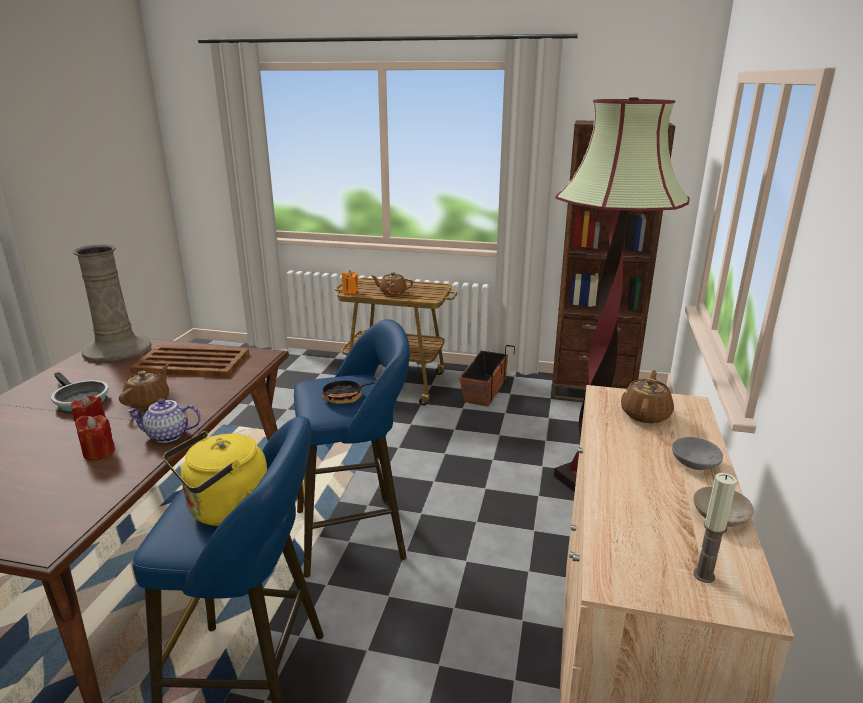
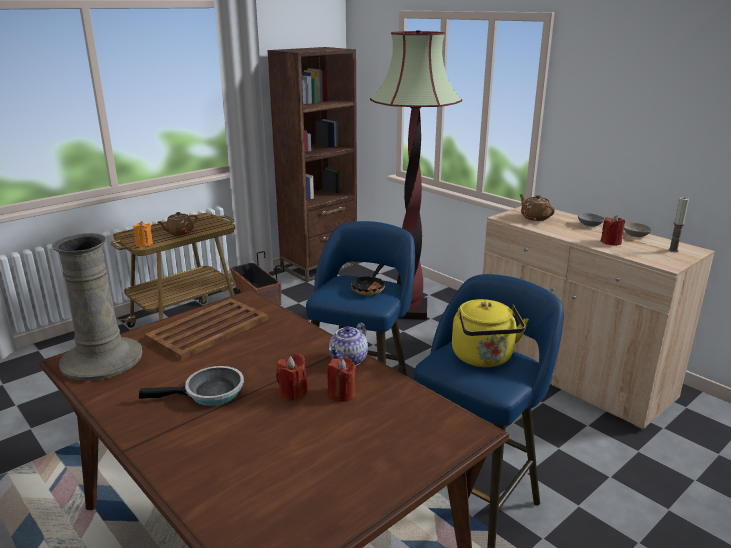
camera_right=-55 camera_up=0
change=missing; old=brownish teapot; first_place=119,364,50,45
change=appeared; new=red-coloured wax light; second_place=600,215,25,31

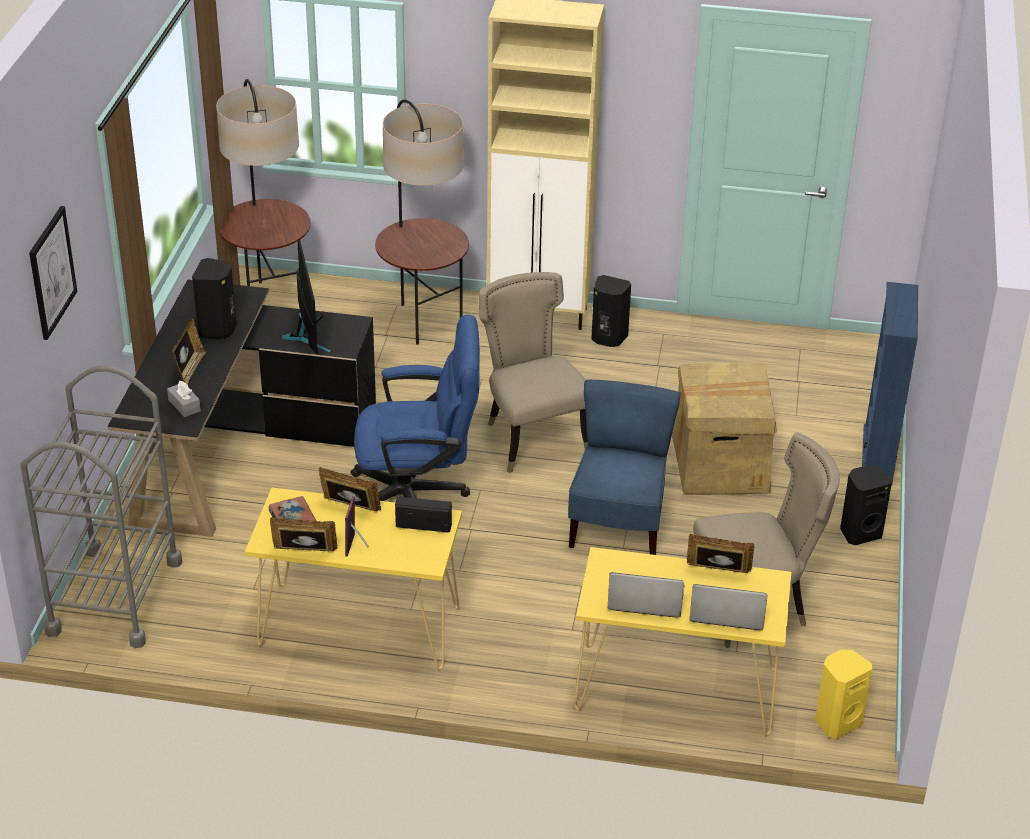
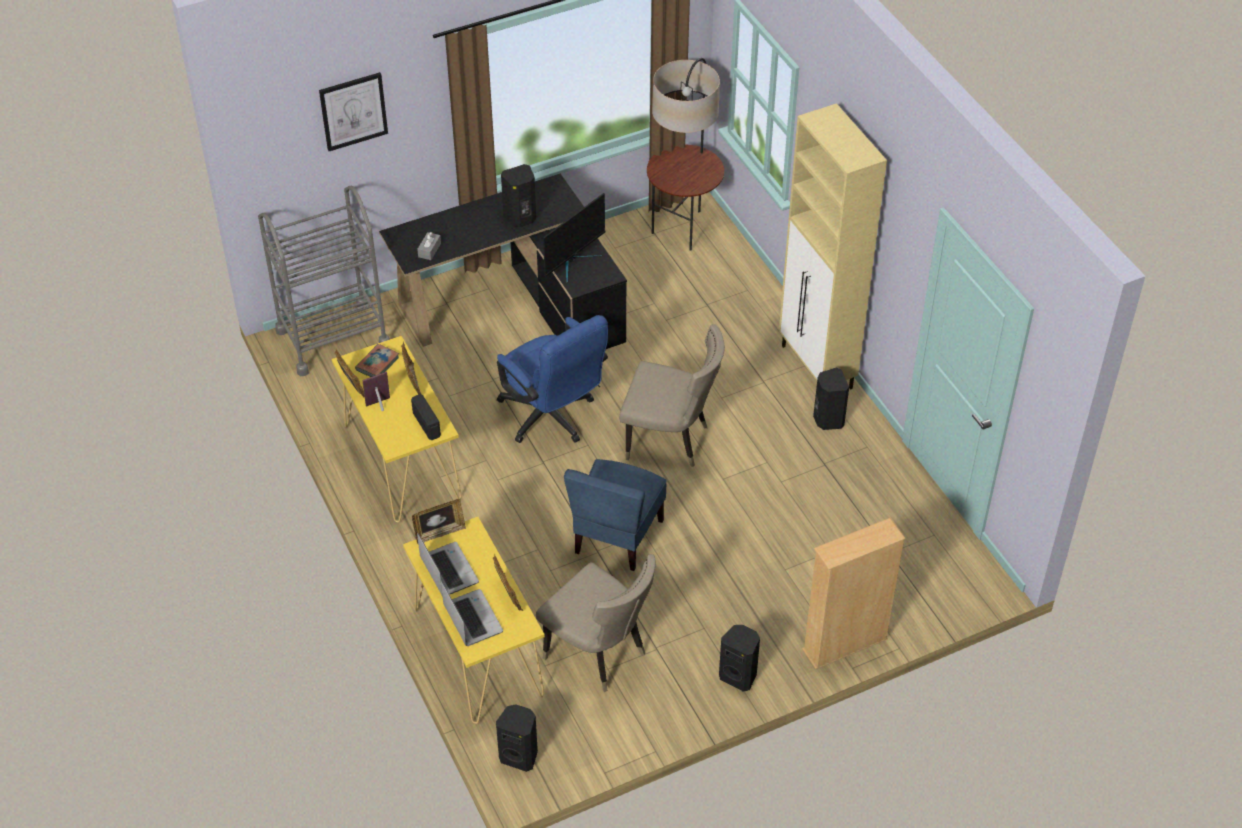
camera_right=55 camera_up=10
change=missing; old=standard lamp; first_place=375,99,94,246
change=spun; old=sand-coloured chair; first_place=479,272,109,201; second_place=619,324,106,143; degrees=75
change=colour; old=blue bookshelf; new=sand-coloured bookshelf; first_place=862,282,56,200; second_place=802,518,104,151
change=relocated; old=photo frame; first_place=172,318,34,66; second_place=412,499,54,45
change=missing; old=carton; first_place=672,362,105,133
change=spun; old=blue chair; first_place=568,380,113,175; second_place=564,459,103,112; degrees=135
change=colour; old=yellow-coloured audio speaker; new=black-coloured audio speaker; first_place=815,650,57,89; second_place=496,704,42,68

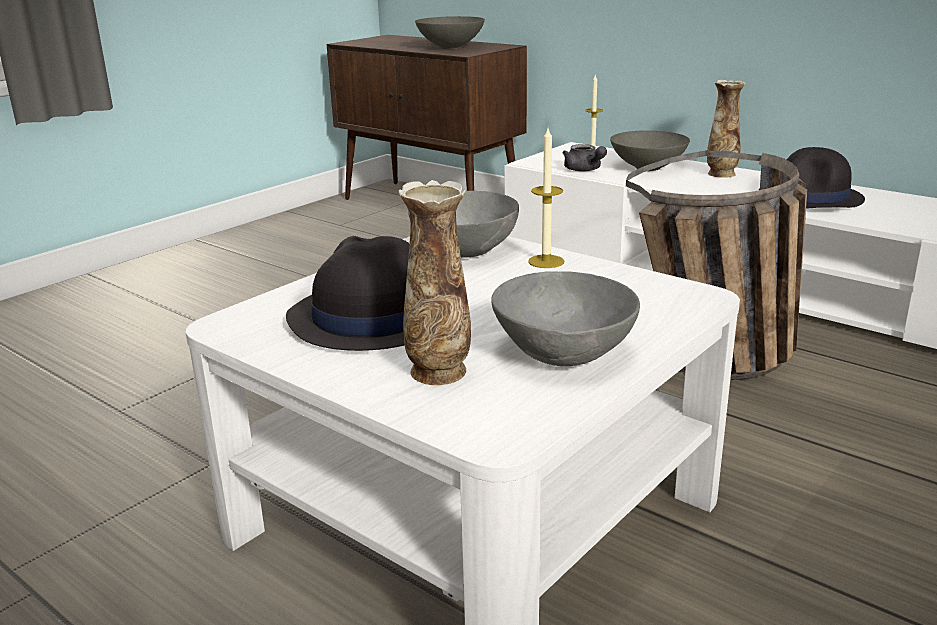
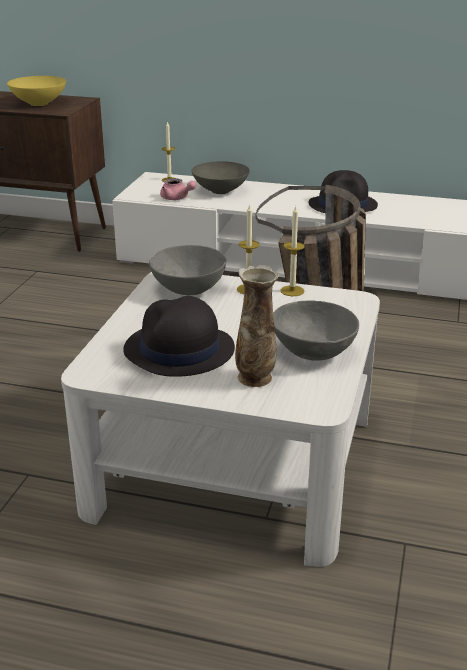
camera_right=-25 camera_up=5
change=colour; old=gray deep dish; new=yellow-coloured deep dish; first_place=415,16,70,33; second_place=7,76,59,30
change=missing; old=flower vase; first_place=707,80,38,98
change=colour; old=gray teapot; new=pink-coloured teapot; first_place=562,144,45,28; second_place=160,178,36,22
change=appeared; new=wax light; second_place=280,207,25,89

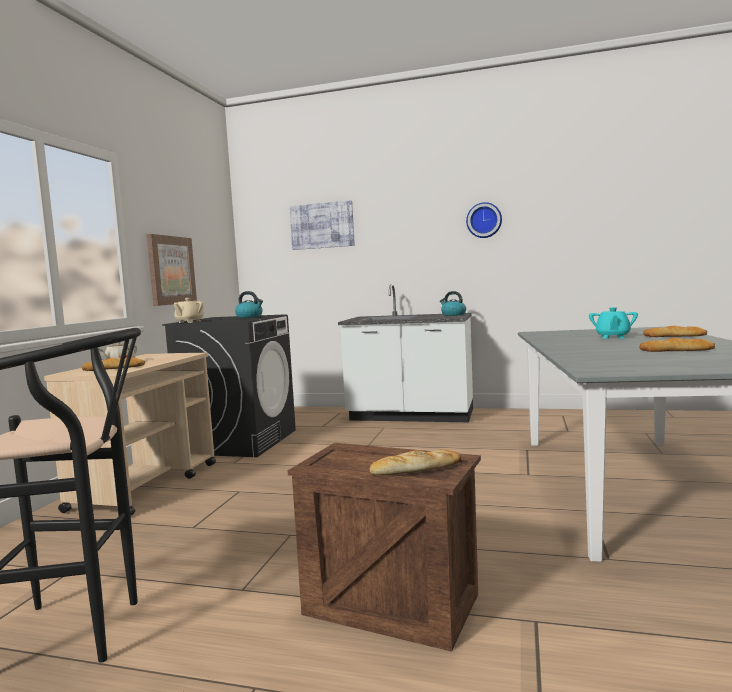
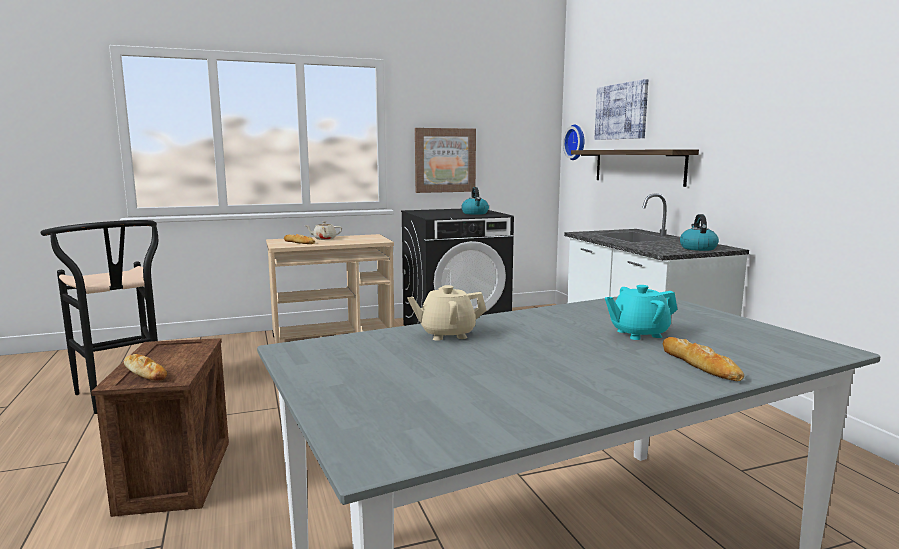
camera_right=55 camera_up=5
change=relocated; old=hanging clock; first_place=466,202,36,36; second_place=563,125,21,35
change=relocated; old=sand-coloured teapot; first_place=174,298,30,25; second_place=407,285,80,56
change=missing; old=bakery bread; first_place=639,338,76,14
change=appeared; new=shelf; second_place=571,149,128,38

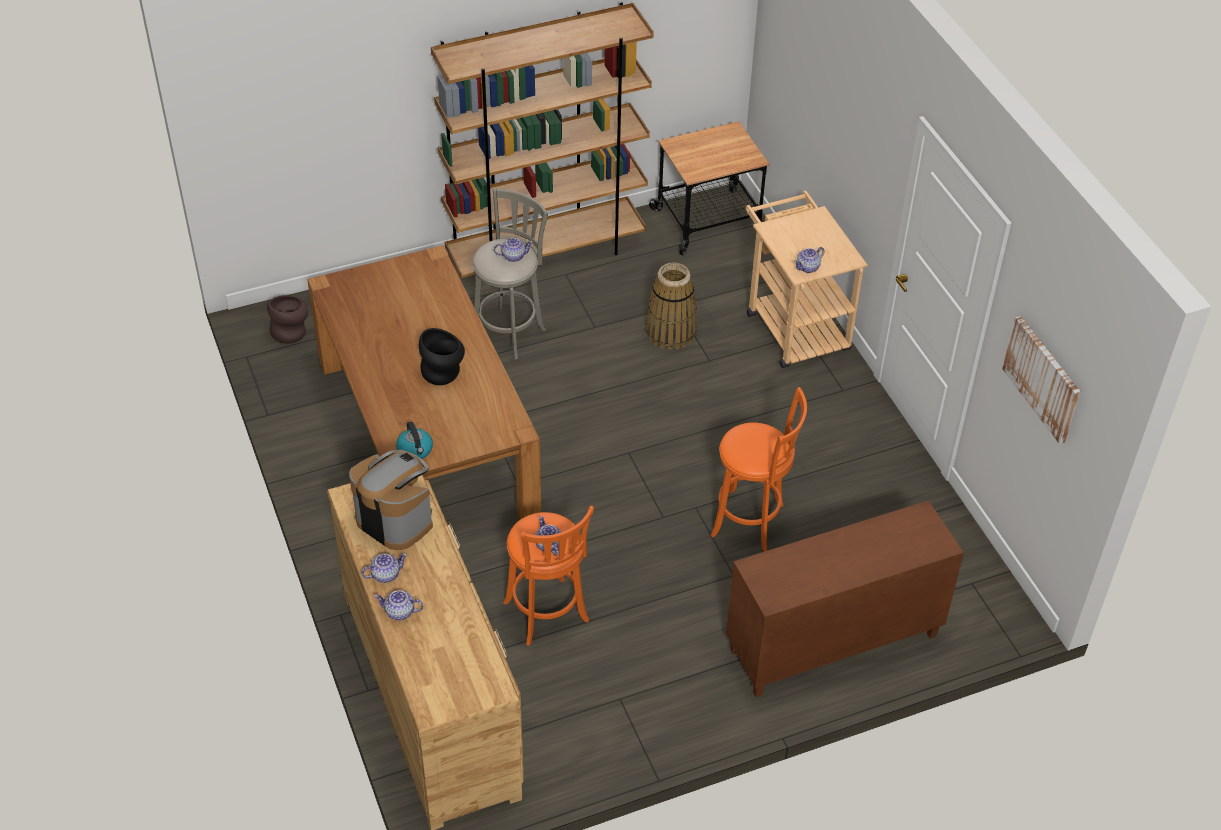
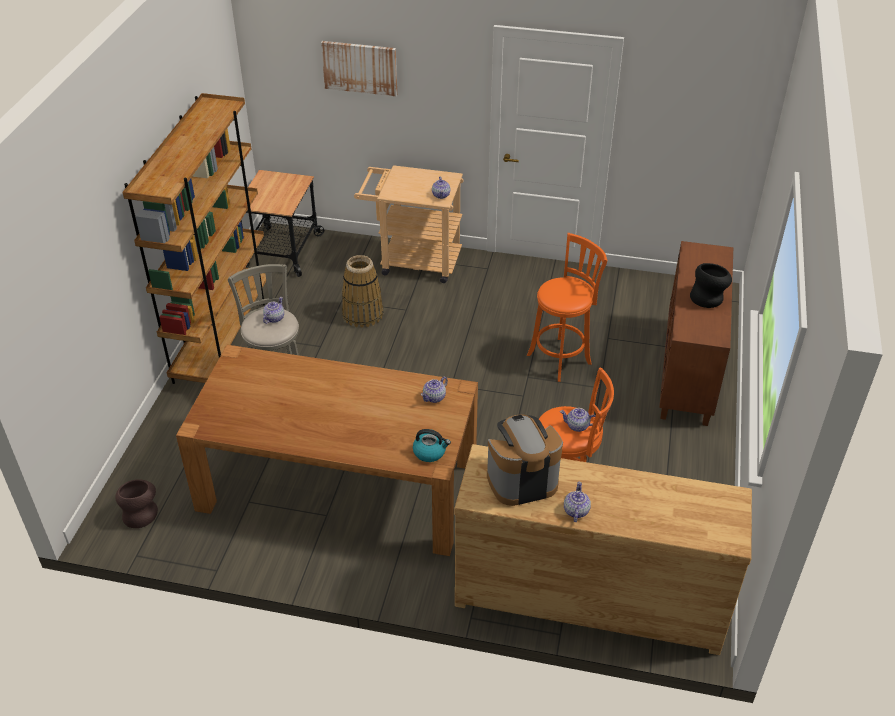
camera_right=-55 camera_up=-5
change=relocated; old=wall picture; first_place=1002,316,78,128; second_place=321,41,76,55
change=relocated; old=black-coloured flower vase; first_place=419,328,46,57; second_place=690,263,42,45
change=relocated; old=teapot; first_place=374,590,49,30; second_place=421,377,27,26

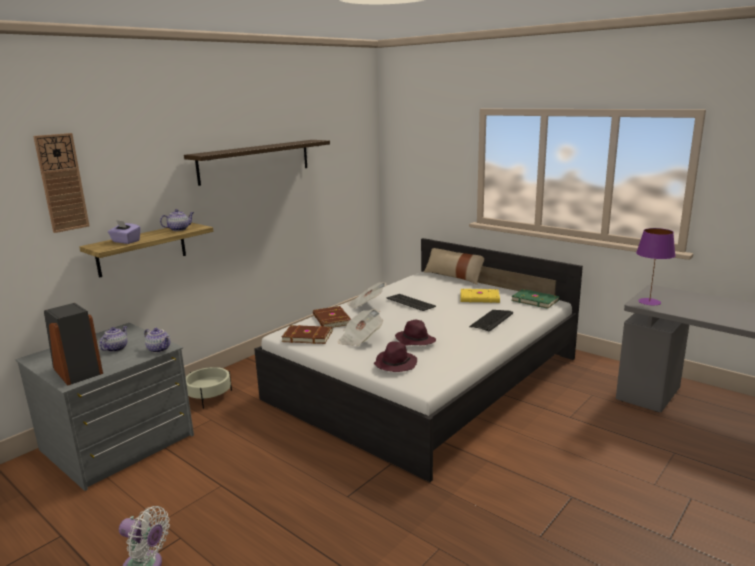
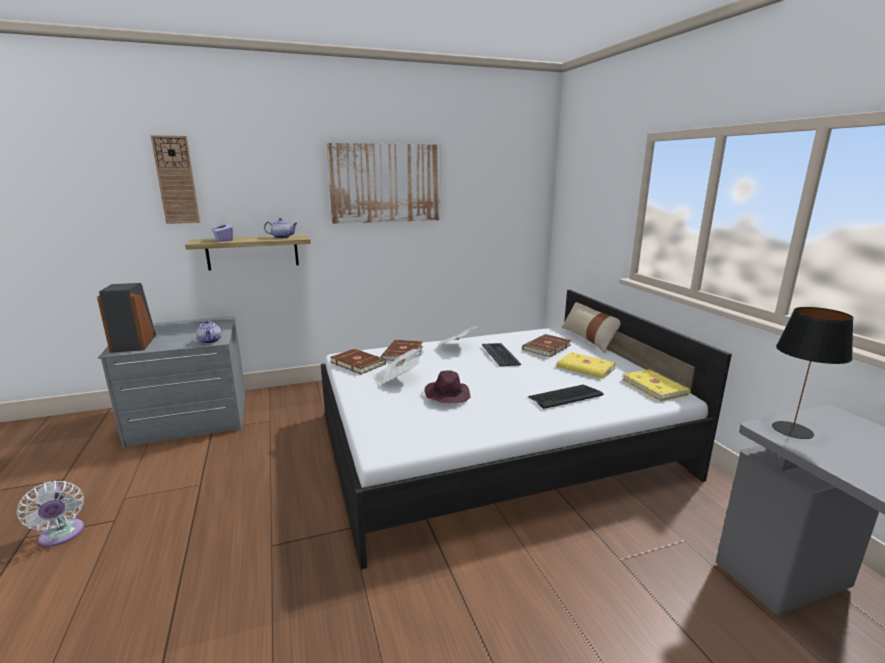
camera_right=30 camera_up=0
change=exchanged; old=shelf; new=wall picture; first_place=184,140,146,46; second_place=326,143,114,81
change=colour; old=purplish table lamp; new=black-coloured table lamp; first_place=636,228,40,77; second_place=772,307,82,132
change=colour; old=green-coloured bound book; new=yellow-coloured bound book; first_place=511,289,48,20; second_place=622,369,68,32
change=missing; old=teapot; first_place=99,326,28,26
change=missing; old=purplish wearable hat; first_place=374,341,43,31
change=missing; old=sand-coloured planter; first_place=186,367,46,42
change=appeared; new=brownish bound book; second_place=522,334,49,23

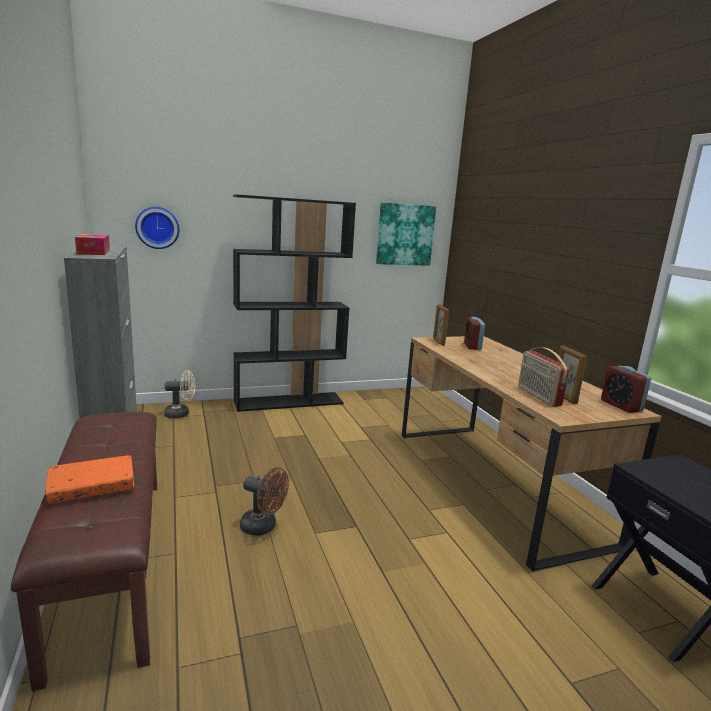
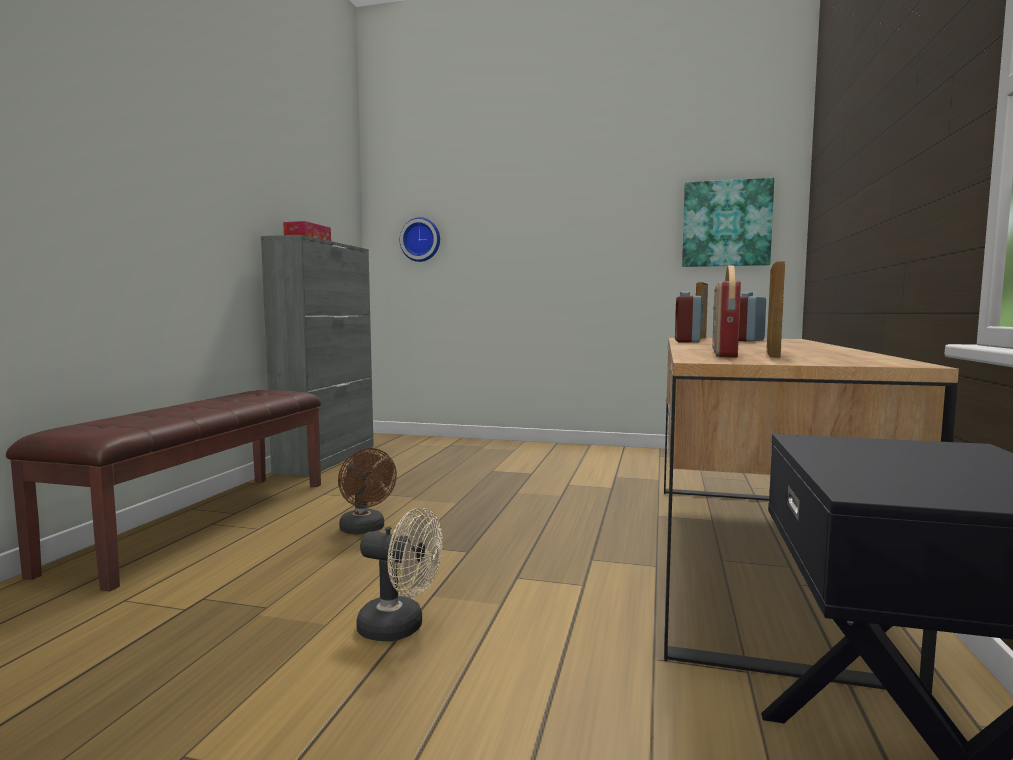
camera_right=35 camera_up=-10
change=missing; old=black-coloured bookshelf; first_place=233,195,123,217
change=relocated; old=bedside clock; first_place=601,366,50,47; second_place=675,291,27,52
change=relocated; old=sand-coloured electric fan; first_place=164,370,32,48; second_place=356,508,87,133
change=missing; old=orange-coloured bound book; first_place=45,455,89,49

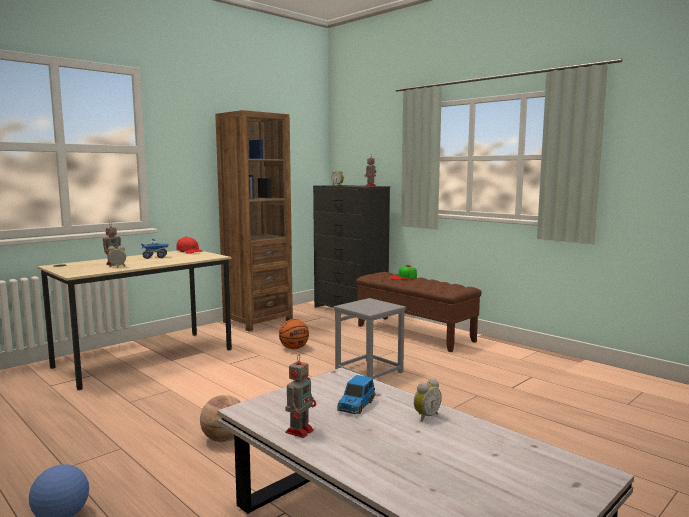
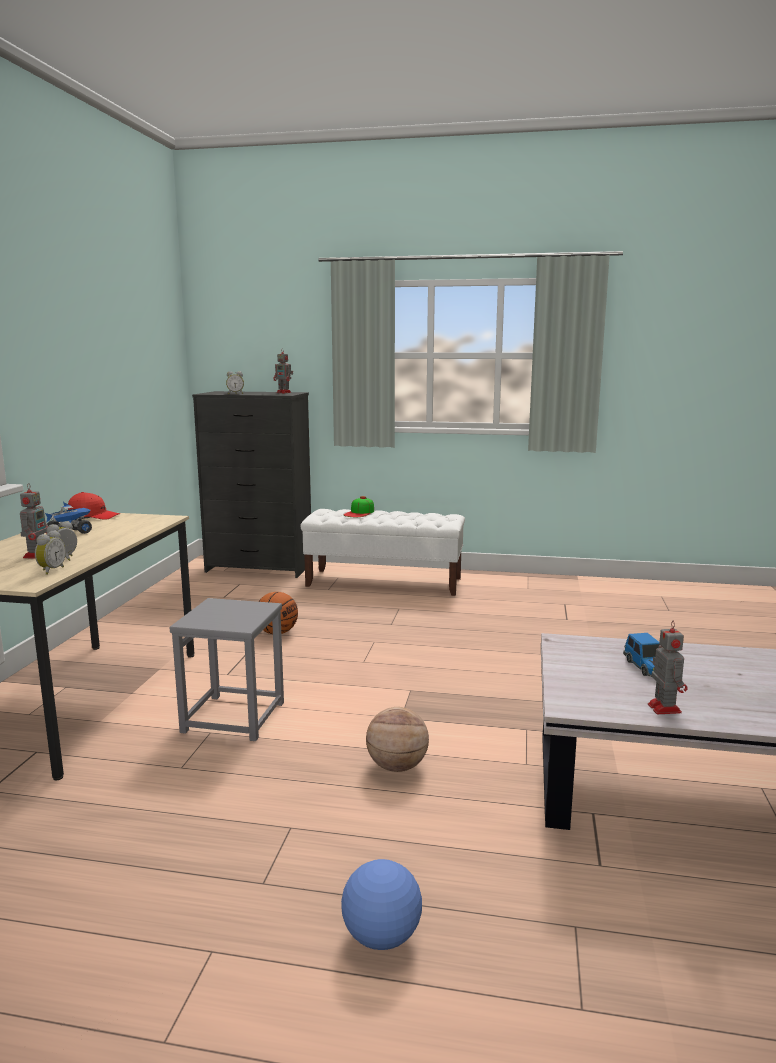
camera_right=-35 camera_up=5
change=missing; old=brownish bookshelf; first_place=215,110,78,222
change=colour; old=brownish long seat; new=whitish long seat; first_place=356,272,126,80; second_place=300,509,165,87
change=relocated; old=gray stool; first_place=334,298,72,81; second_place=169,598,115,143
change=relocated; old=bedside clock; first_place=414,379,28,43; second_place=35,530,31,45

